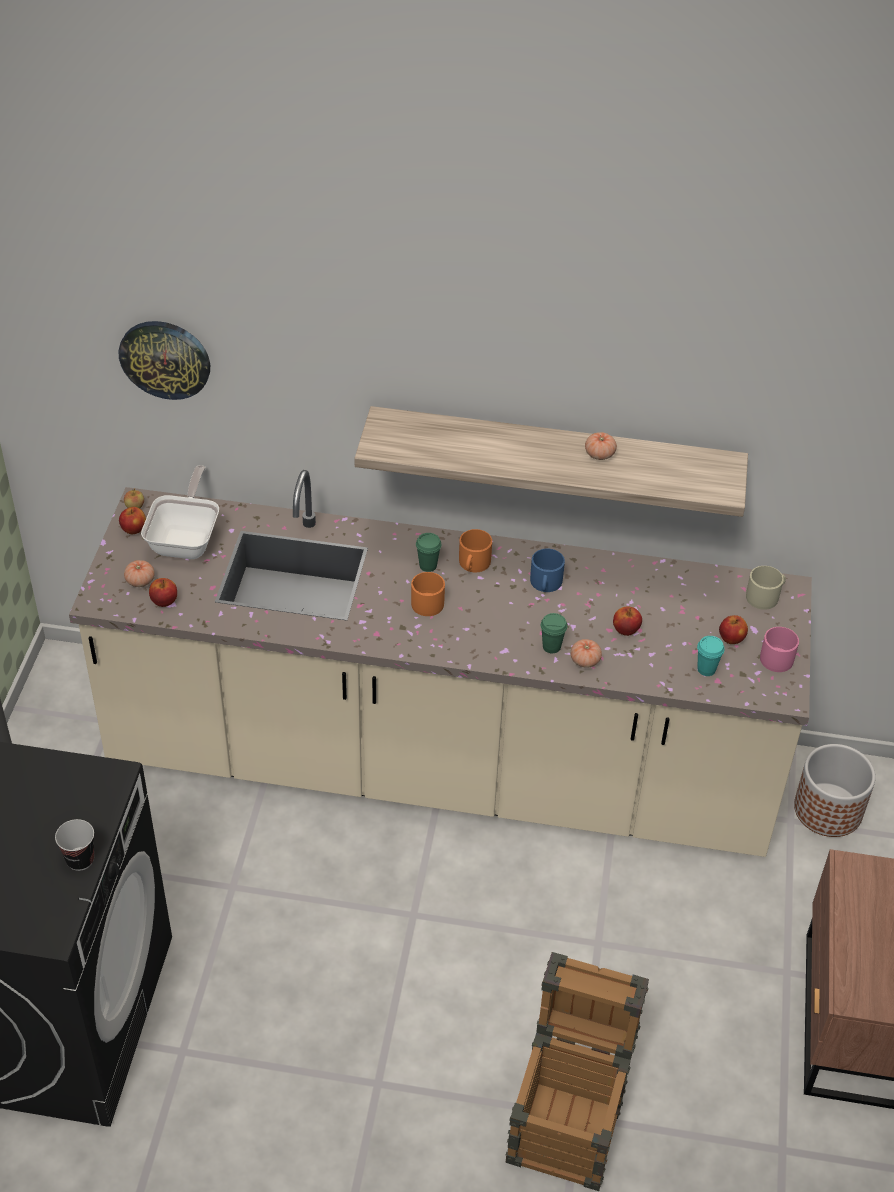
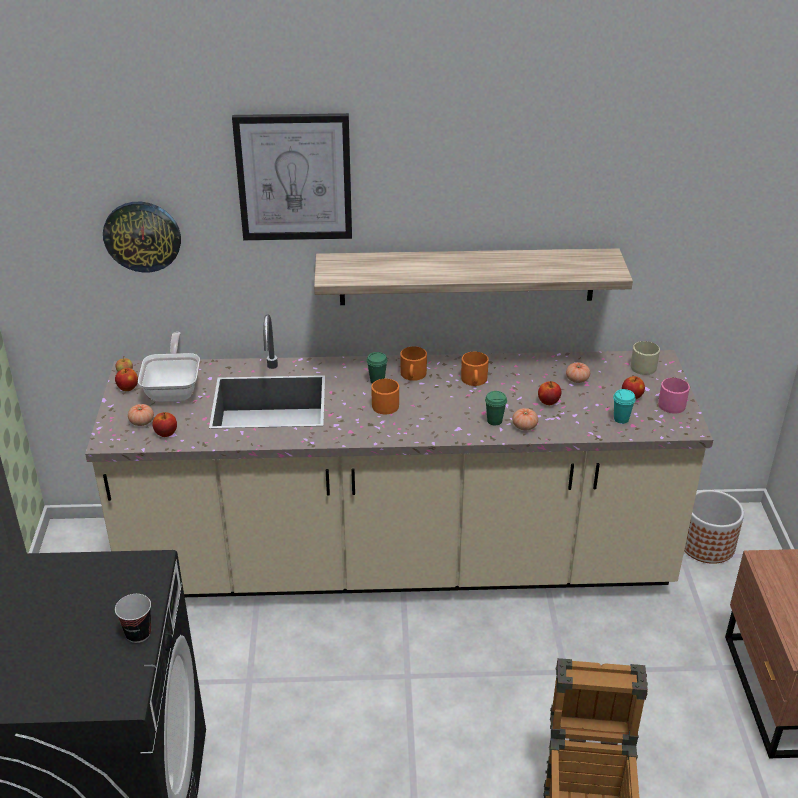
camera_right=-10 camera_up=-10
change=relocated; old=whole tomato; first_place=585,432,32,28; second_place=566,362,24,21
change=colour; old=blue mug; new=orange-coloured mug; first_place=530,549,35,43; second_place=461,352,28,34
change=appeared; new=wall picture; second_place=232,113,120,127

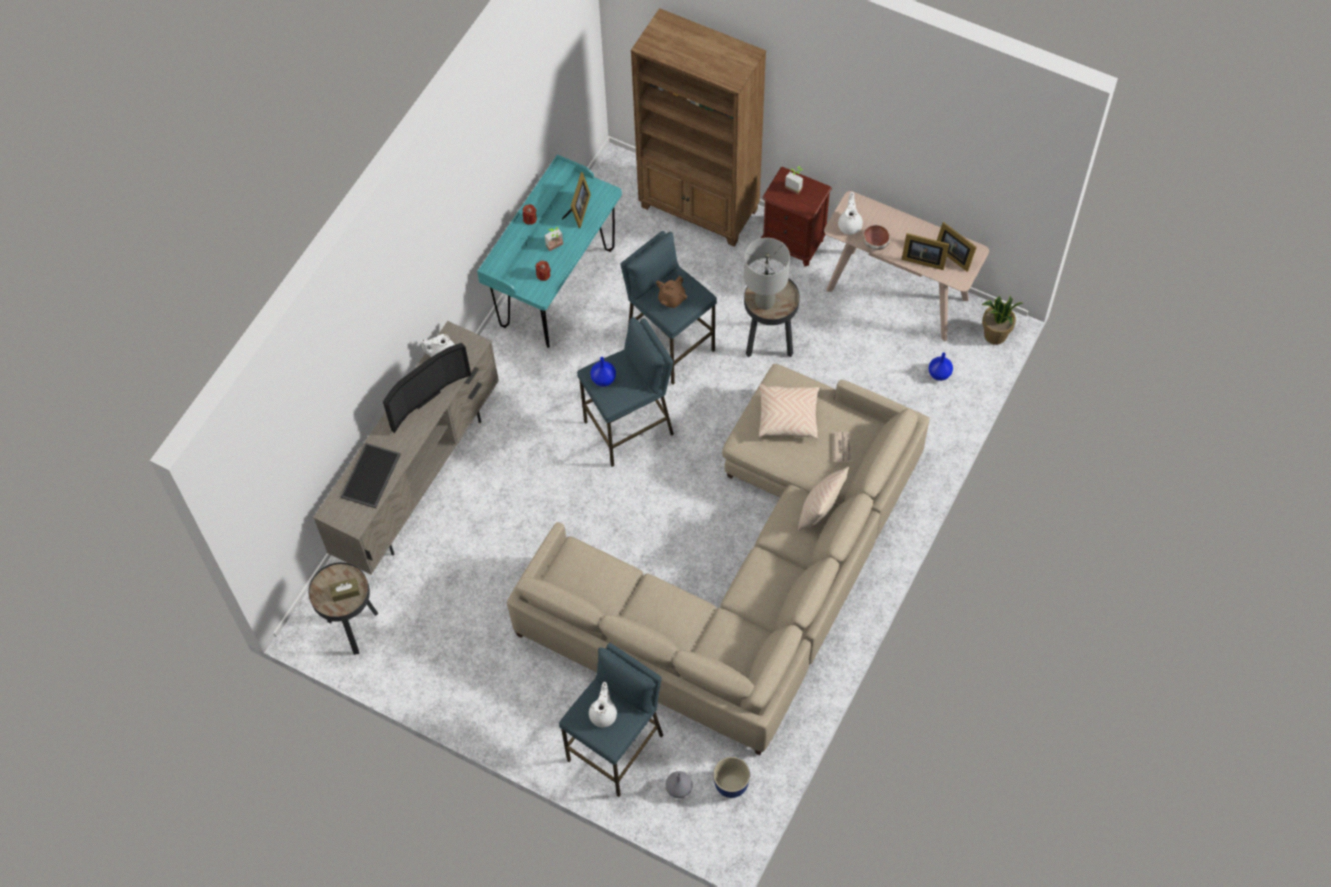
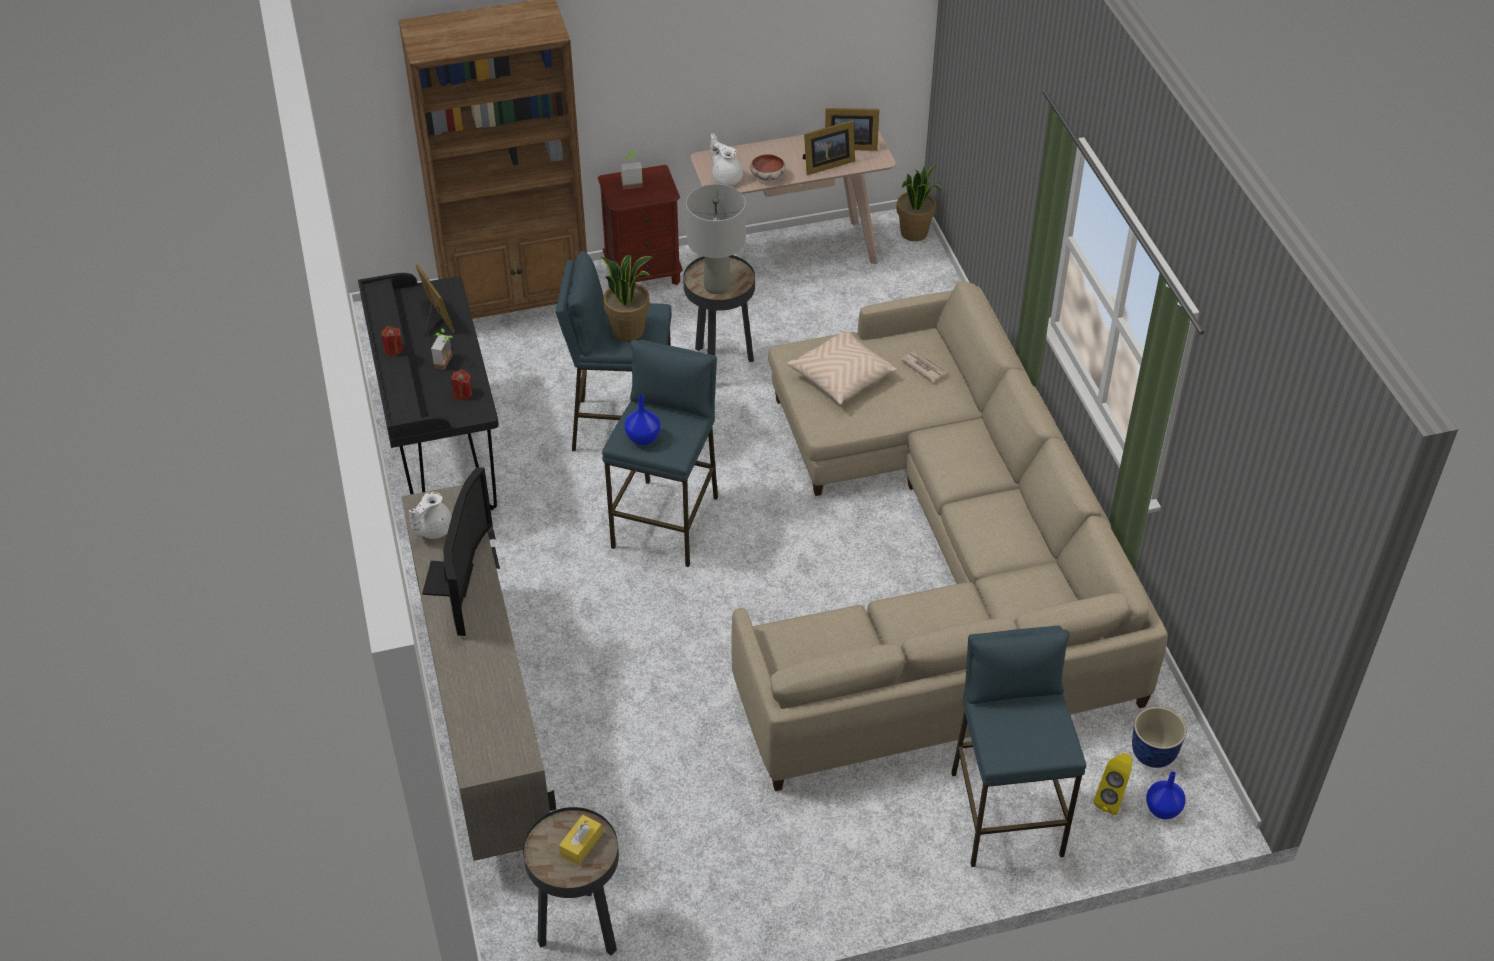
camera_right=-45 camera_up=-15
change=colour; old=blue-green desk unit; new=black-coloured desk unit; first_place=477,155,145,193; second_place=358,273,141,237
change=exchanged; old=brownish teapot; new=houseplant; first_place=656,276,31,32; second_place=600,255,53,86
change=relocated; old=blue flower vase; first_place=929,353,24,28; second_place=1146,772,40,47
change=missing; old=carrying tray; first_place=340,443,61,65
change=missing; old=sand-coloured cushion; first_place=798,467,51,64
change=colour; old=brownish tissue holder; new=yellow-coloured tissue holder; first_place=329,578,31,24; second_place=559,815,43,50
change=missing; old=whitish teapot; first_place=589,682,28,45
change=exchanged; old=gray flower vase; new=yellow-coloured audio speaker; first_place=666,771,27,27; second_place=1093,753,39,62

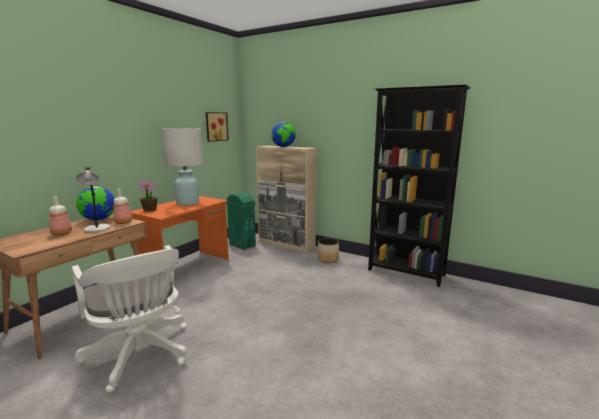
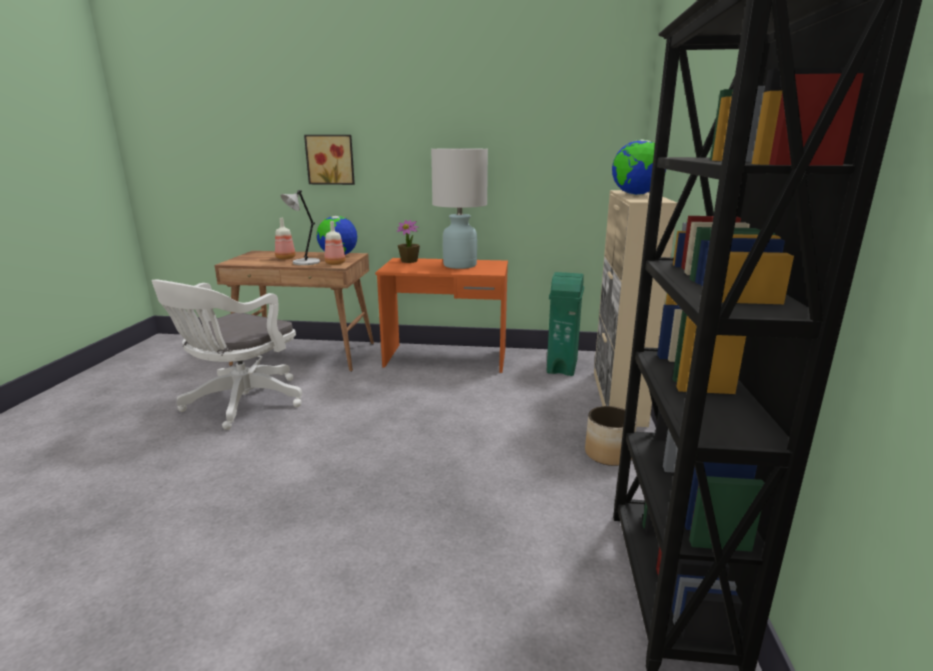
camera_right=65 camera_up=5
change=relocated; old=wall picture; first_place=206,112,23,30; second_place=304,135,51,50

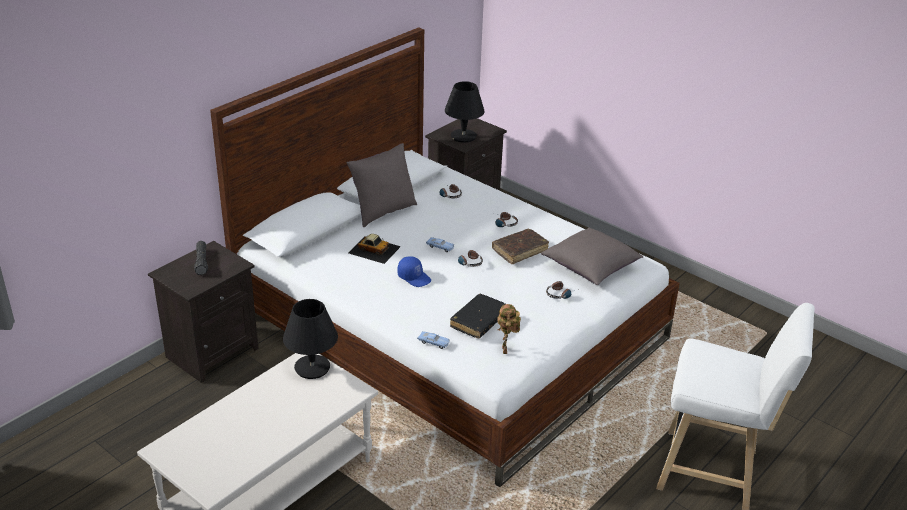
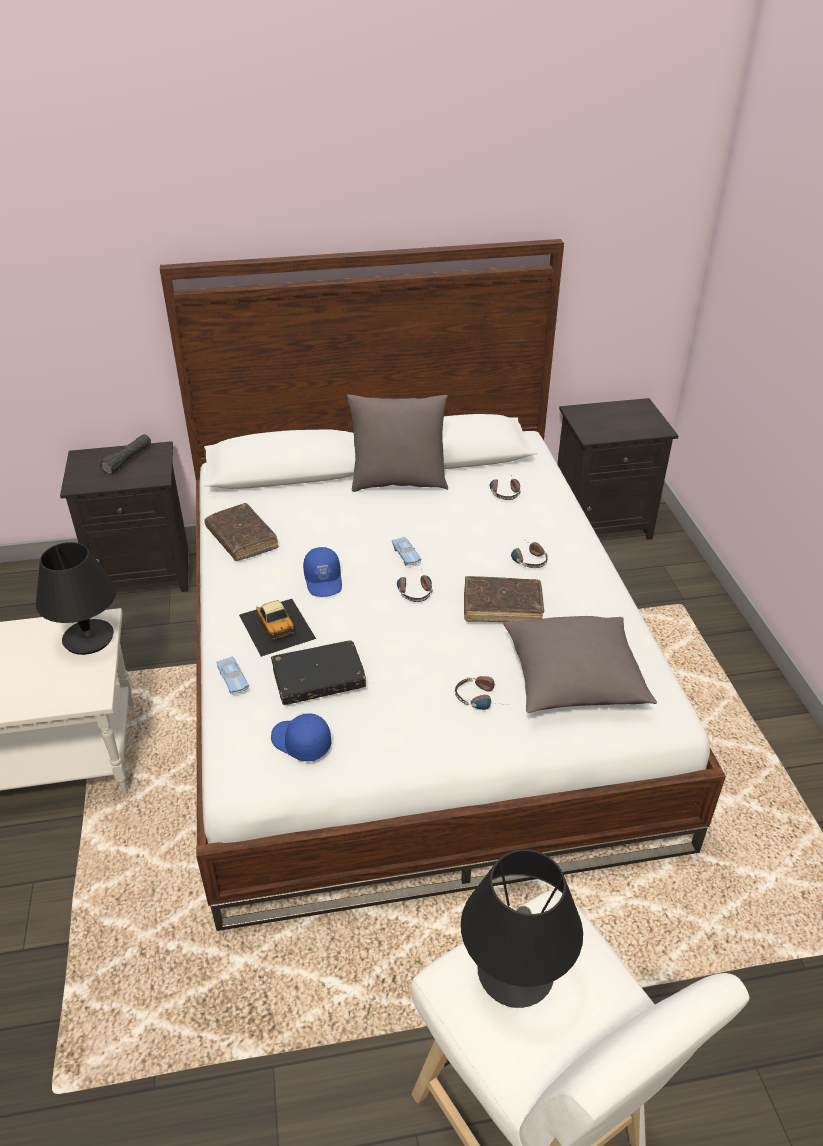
camera_right=40 camera_up=5
change=relocated; old=black-coloured table lamp; first_place=445,81,40,62; second_place=461,849,122,159
change=relocated; old=toy car; first_place=348,234,53,30; second_place=239,599,77,58
change=exchanged; old=model robot; new=blue cap; first_place=497,304,24,50; second_place=271,713,60,48
change=appeared; new=brownish bound book; second_place=204,503,74,58

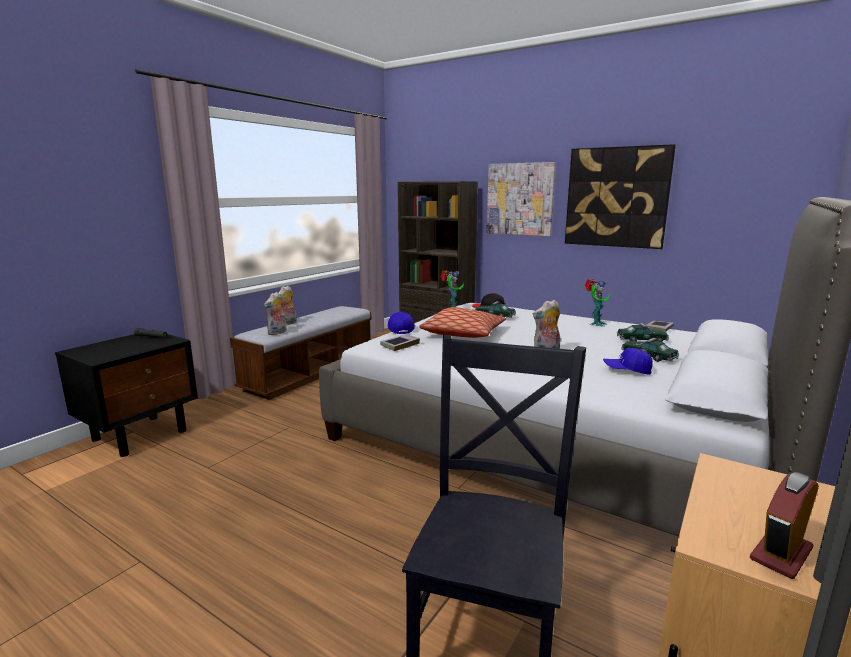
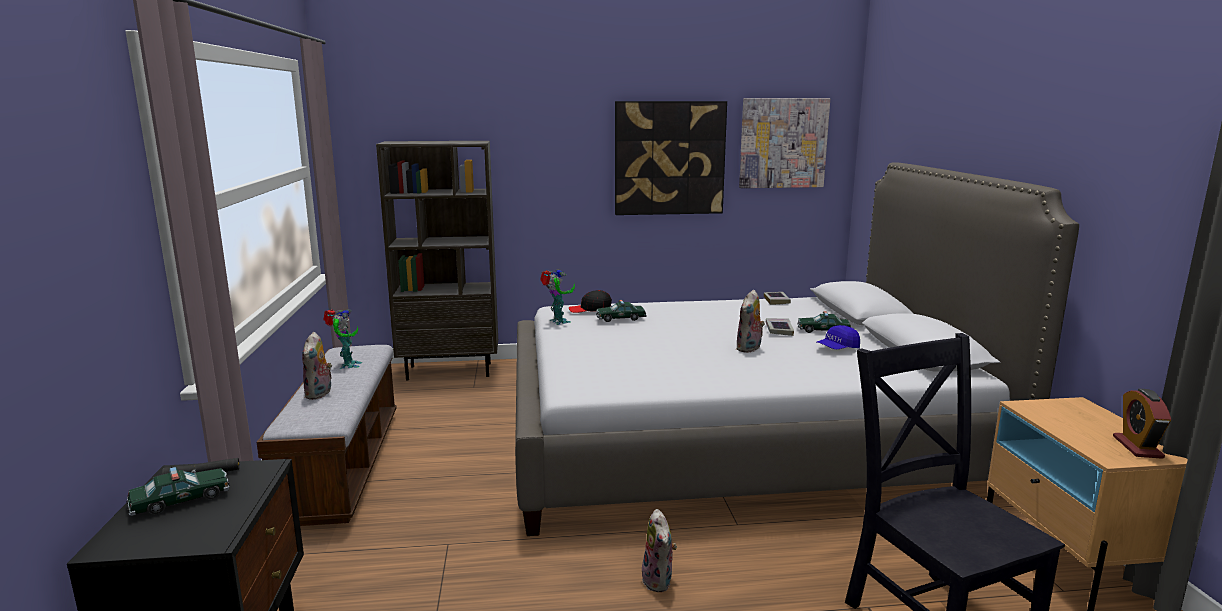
camera_right=-40 camera_up=0
change=relocated; old=wall picture; first_place=486,162,70,74; second_place=739,98,91,90
change=relocated; old=model robot; first_place=585,279,25,48; second_place=323,309,39,60
change=relocated; old=soft toy; first_place=264,292,23,43; second_place=642,509,35,83
change=missing; old=cushion; first_place=419,307,87,31
change=missing; old=blue cap; first_place=388,312,27,22
change=relocated; old=toy car; first_place=617,323,52,19; second_place=127,467,103,49
change=relocated; old=bound book; first_place=380,334,40,17; second_place=766,318,28,18

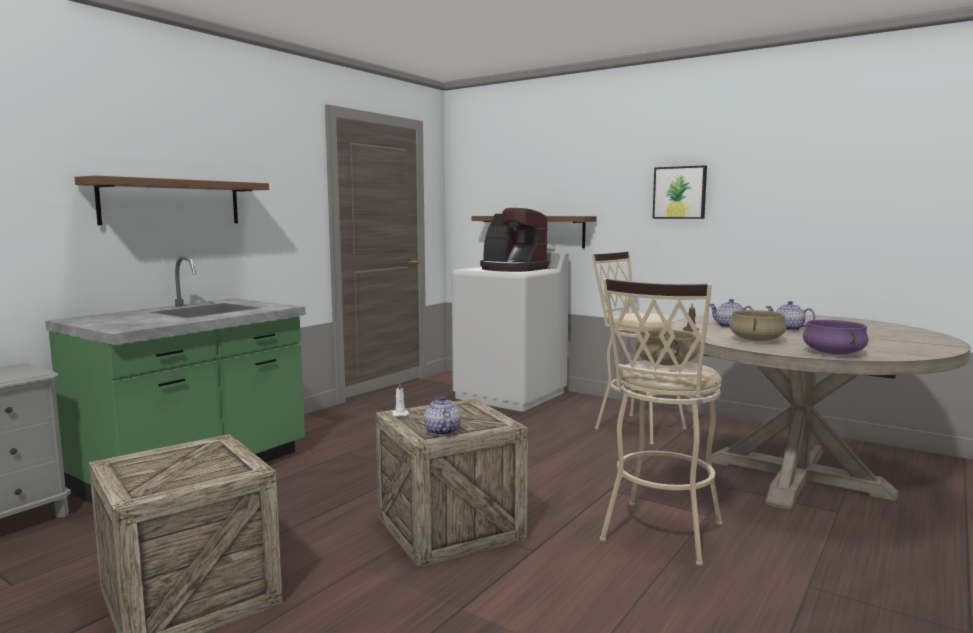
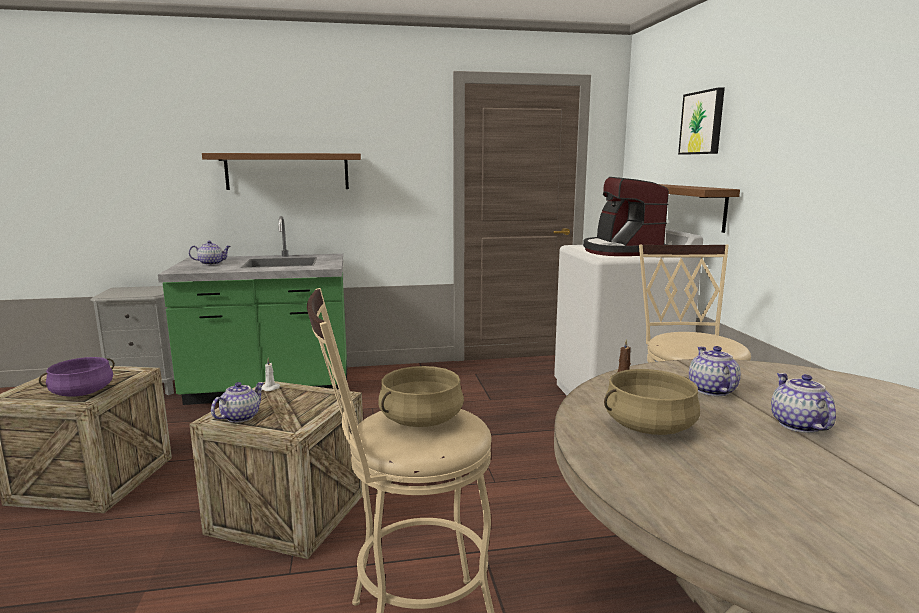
camera_right=45 camera_up=5
change=relocated; old=wall picture; first_place=652,165,55,54; second_place=678,87,47,68
change=relocated; old=purplish cooking pot; first_place=803,320,66,35; second_place=39,357,76,40
change=appeared; new=teapot; second_place=189,241,42,24

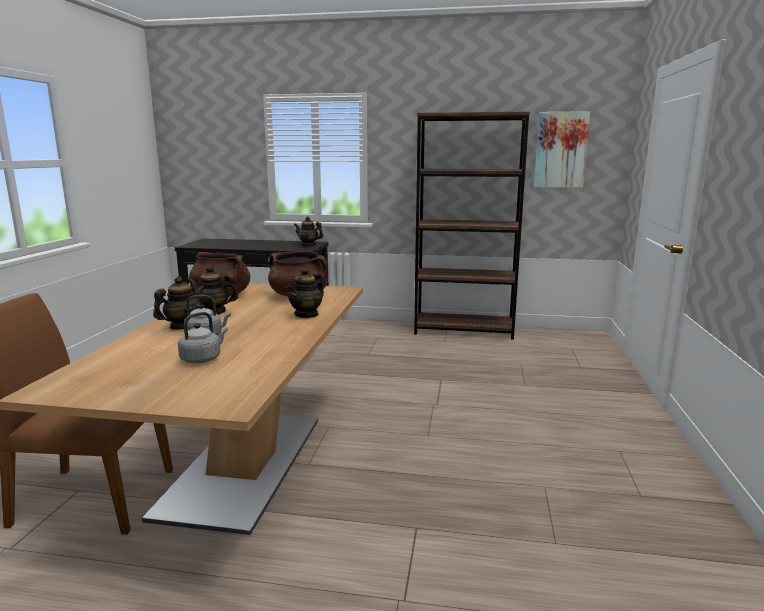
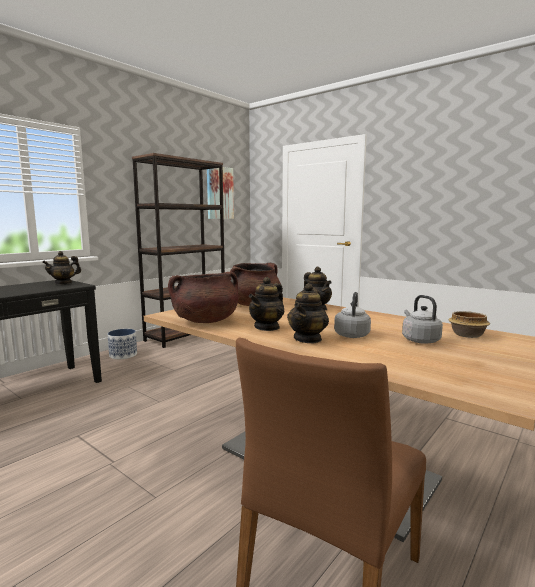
camera_right=-60 camera_up=-5
change=spun; old=teapot; first_place=153,276,53,54; second_place=287,283,42,60; degrees=-135
change=appeared; new=deep dish; second_place=448,311,42,27
change=appeared; new=planter; second_place=108,329,29,30

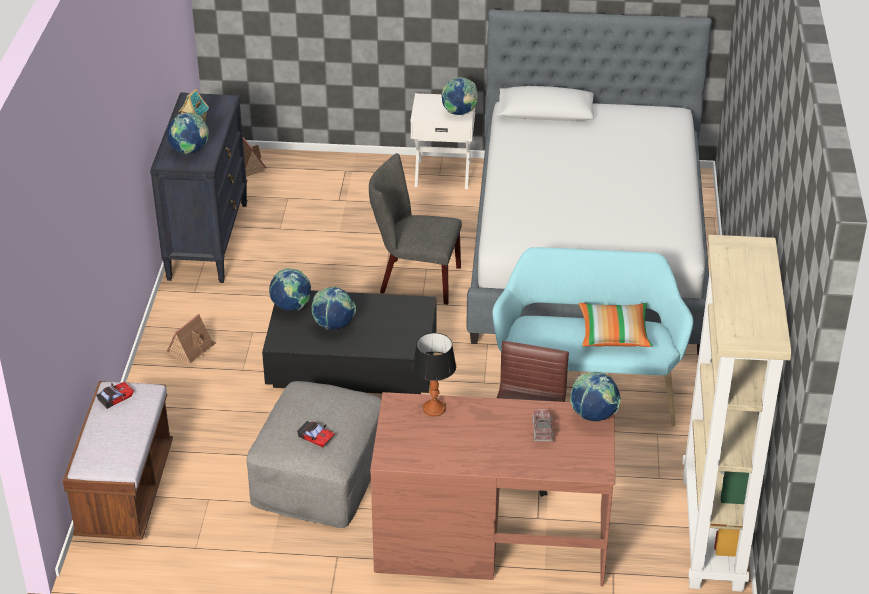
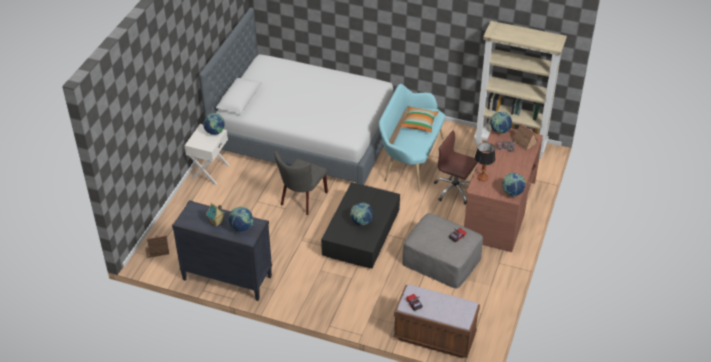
camera_right=-75 camera_up=5
change=relocated; old=globe; first_place=269,268,42,43; second_place=502,173,24,24
change=relocated; old=model house; first_place=167,314,49,50; second_place=511,123,27,27

